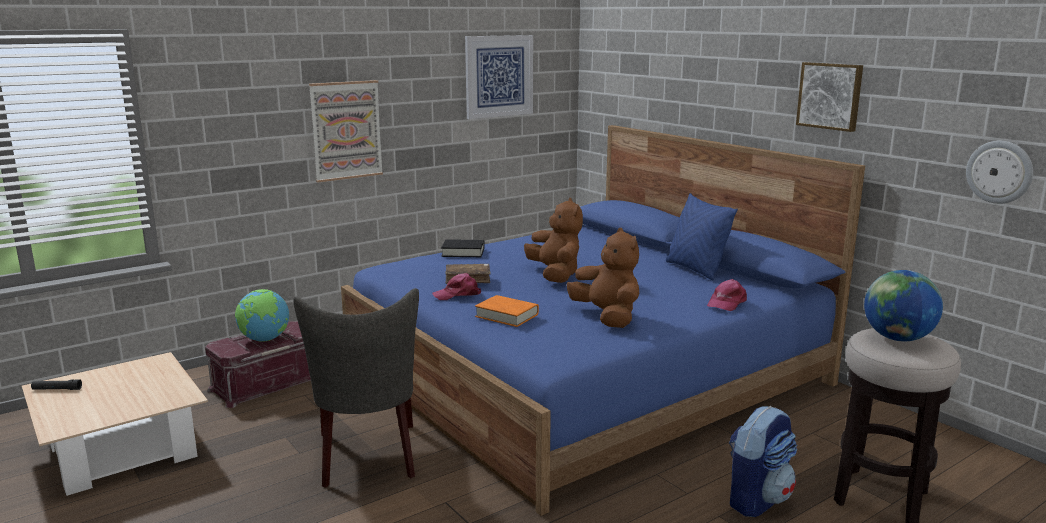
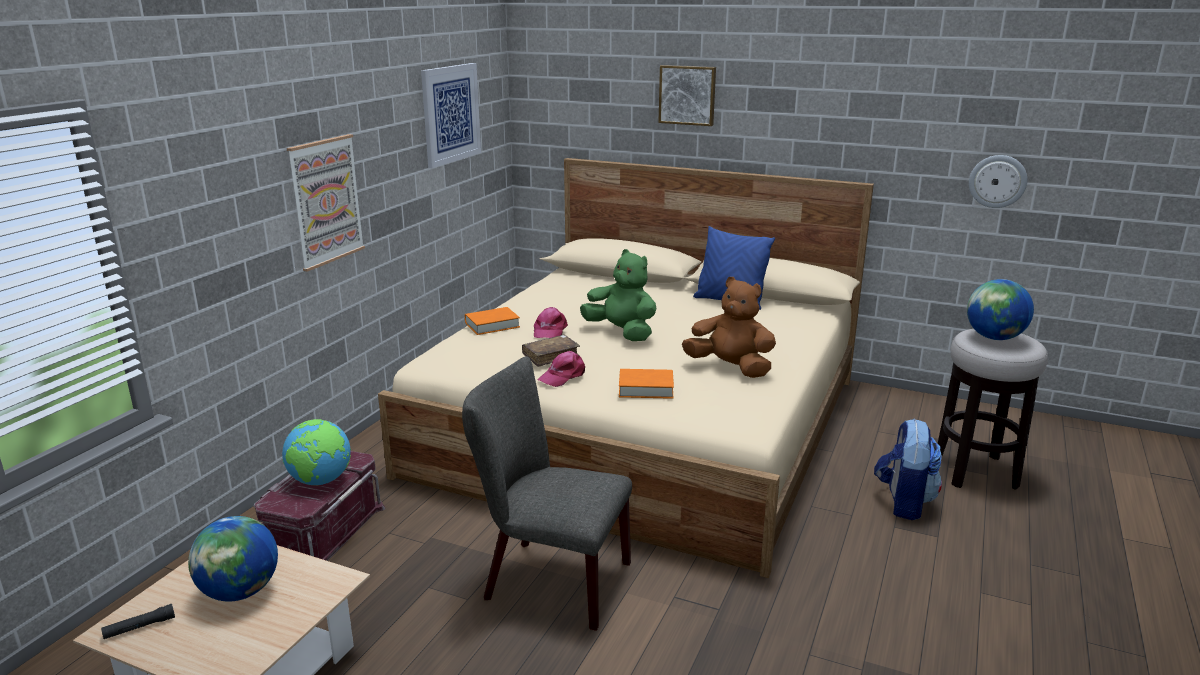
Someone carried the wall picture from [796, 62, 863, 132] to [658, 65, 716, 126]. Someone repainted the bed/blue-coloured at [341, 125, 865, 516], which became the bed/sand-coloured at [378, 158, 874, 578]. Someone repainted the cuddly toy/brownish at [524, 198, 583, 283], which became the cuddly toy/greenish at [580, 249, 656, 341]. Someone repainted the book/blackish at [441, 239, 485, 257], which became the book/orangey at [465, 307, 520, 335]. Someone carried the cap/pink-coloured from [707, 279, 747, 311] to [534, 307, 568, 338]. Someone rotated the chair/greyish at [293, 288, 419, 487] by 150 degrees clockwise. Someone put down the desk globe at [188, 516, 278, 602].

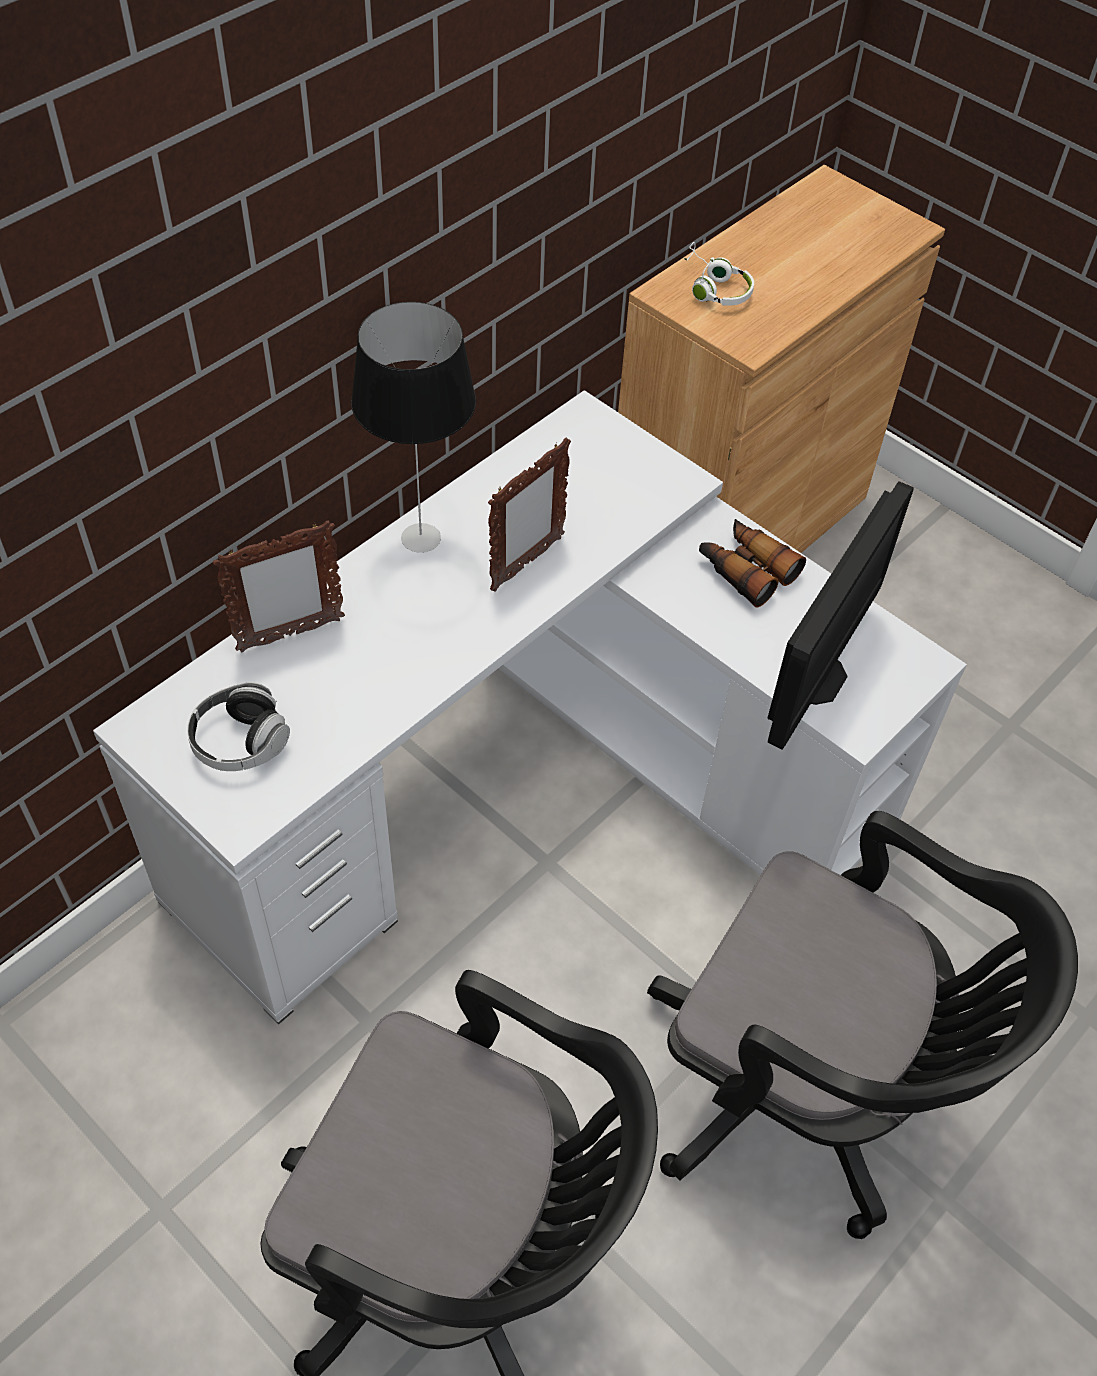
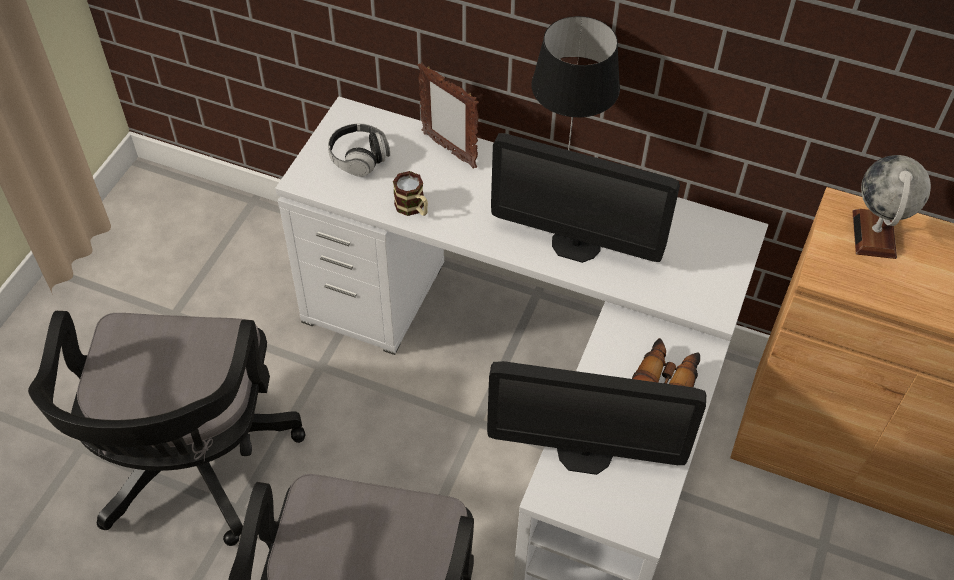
Someone swapped the headset/white-coloured at [684, 242, 754, 306] for the desk globe at [852, 155, 931, 259]. Someone swapped the picture frame at [488, 438, 571, 592] for the computer screen at [491, 133, 680, 263]. Someone put down the mug at [393, 171, 428, 216].

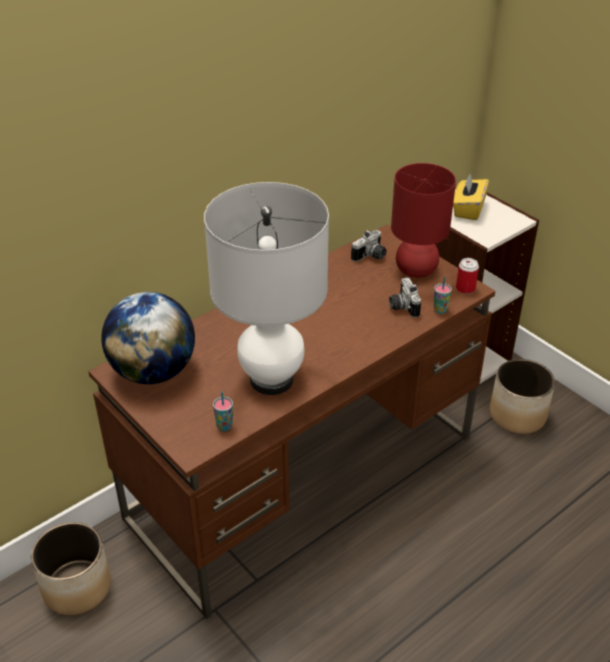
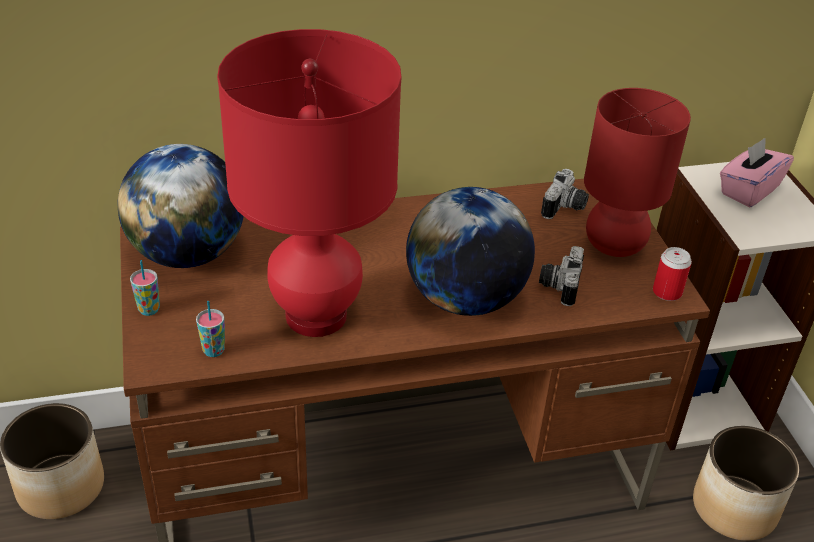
Someone repainted the tissue holder/yellowish at [453, 173, 489, 220], which became the tissue holder/pink-coloured at [720, 137, 794, 207]. Someone repainted the tabletop lamp/white-coloured at [204, 182, 329, 395], which became the tabletop lamp/red-coloured at [217, 29, 401, 337]. Someone rotated the photo camera at [351, 230, 387, 262] by 45 degrees counterclockwise. Someone carried the drinking cup from [434, 277, 452, 314] to [130, 260, 160, 316]. Someone put down the desk globe at [406, 187, 535, 316].

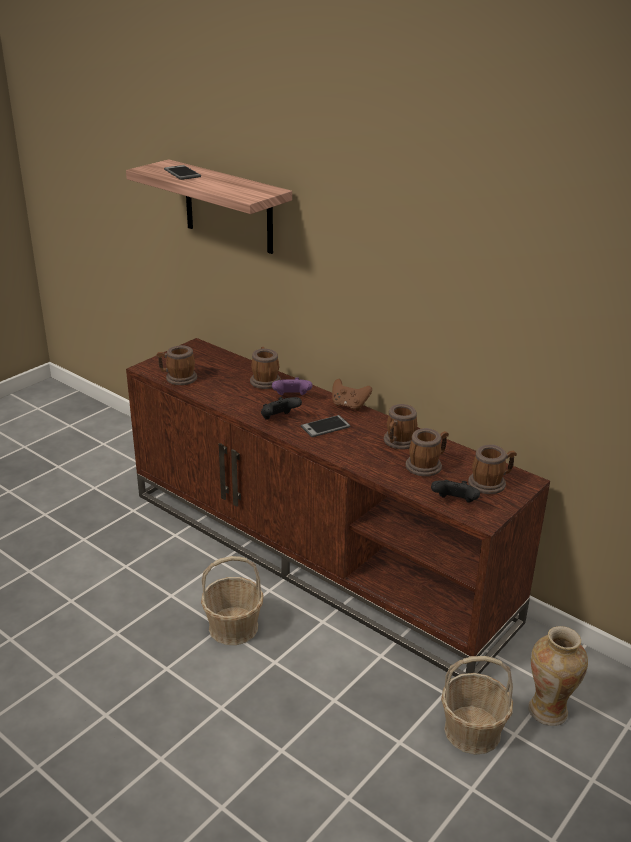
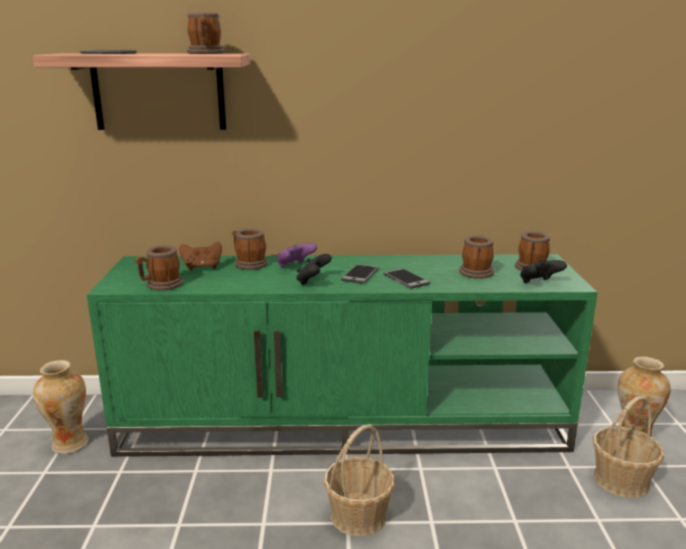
Someone repainted the media console/brownish at [126, 338, 550, 677], which became the media console/greenish at [87, 254, 598, 457]. Someone carried the joypad/brownish from [332, 379, 372, 411] to [179, 242, 222, 271]. Someone carried the mug from [384, 404, 417, 450] to [187, 12, 225, 54]. Someone put down the handset at [384, 268, 431, 289]. Someone put down the decorative vase at [33, 360, 89, 454].

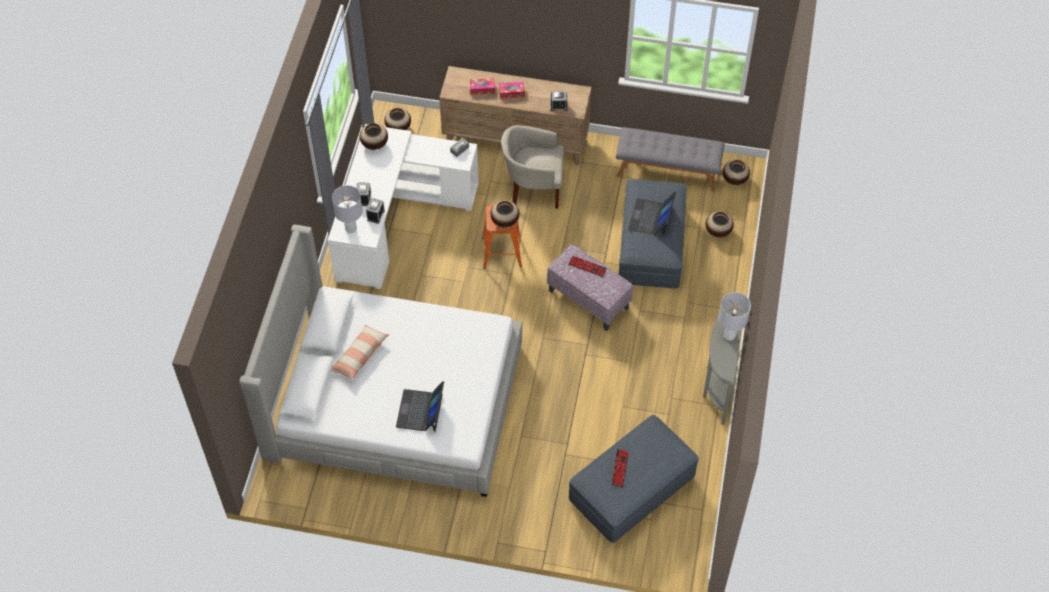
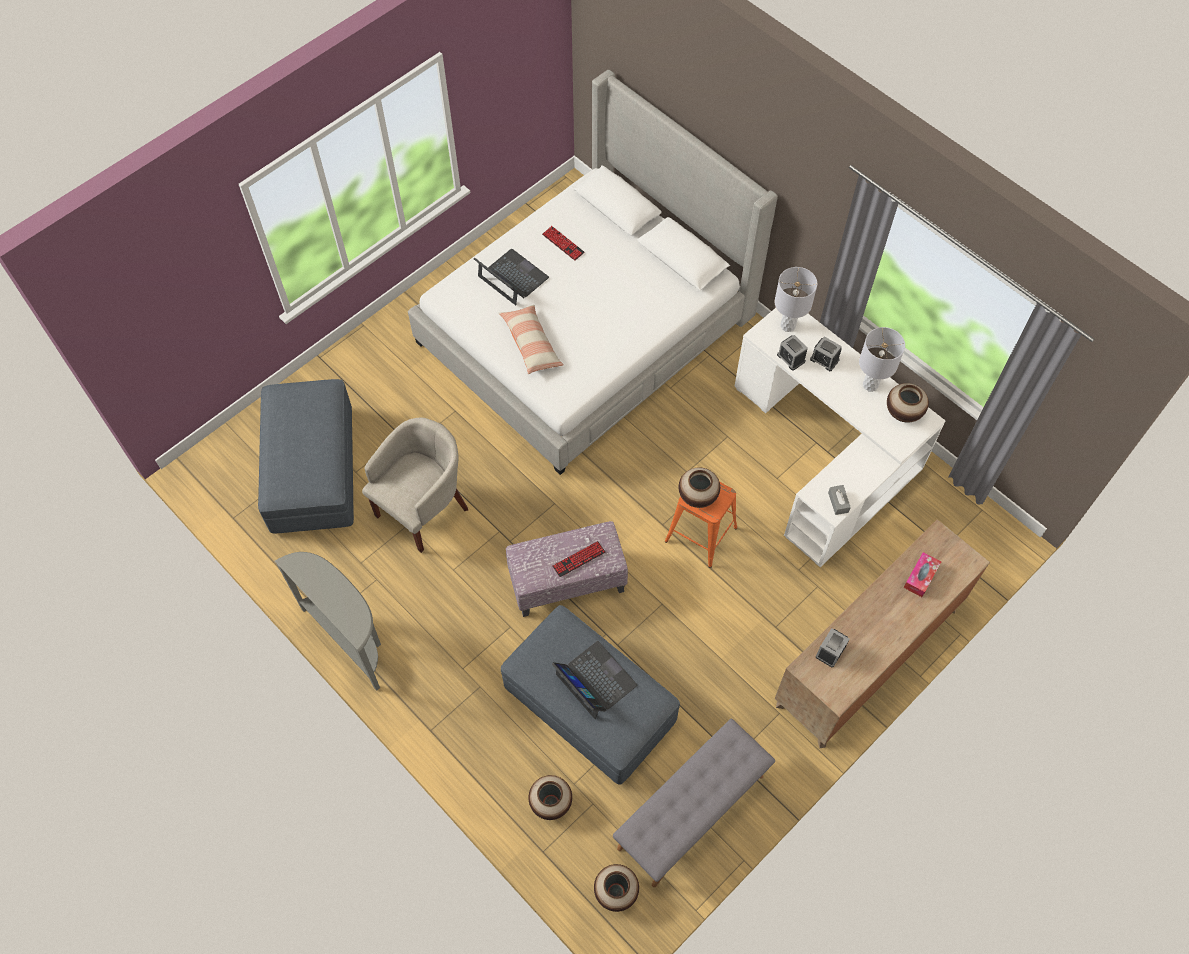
Someone took away the tissue holder at [499, 82, 525, 99]. Someone took away the decorative vase at [384, 108, 411, 130]. Someone carried the armchair/sand-coloured from [501, 125, 564, 209] to [362, 418, 468, 553]. Someone carried the tabletop lamp/greyish from [718, 292, 751, 340] to [859, 327, 905, 392]. Someone carried the throw pillow from [331, 325, 389, 381] to [499, 305, 563, 374]. Someone carried the PC keyboard from [611, 449, 628, 487] to [542, 226, 585, 261].

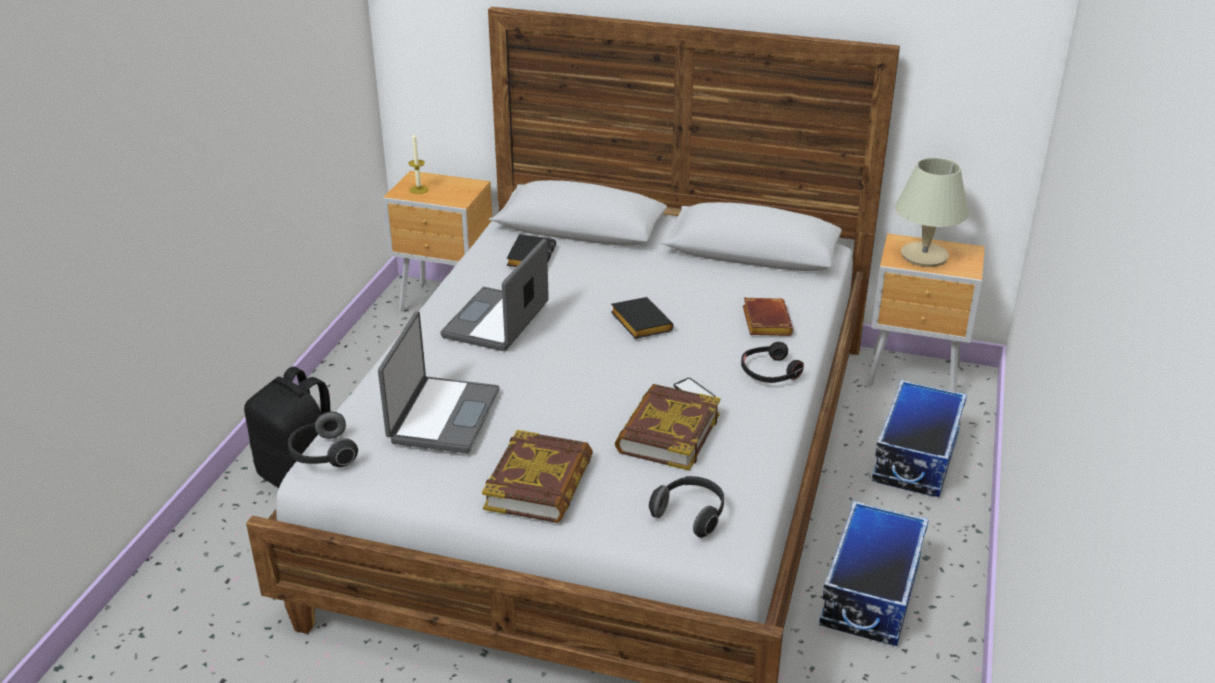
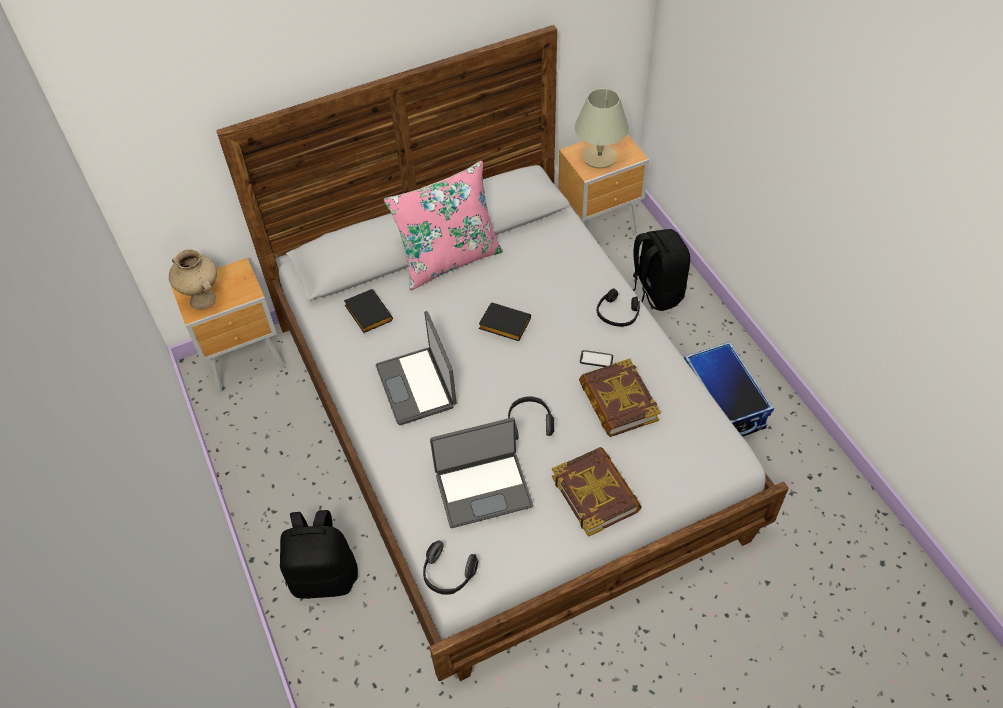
Someone swapped the wax light at [408, 133, 428, 194] for the decorative vase/sand-coloured at [169, 249, 217, 310]. Someone took away the book/brownish at [743, 298, 794, 336]. Someone rotated the notebook computer at [378, 311, 500, 453] by 105 degrees clockwise. Someone swapped the storage bin at [872, 380, 967, 497] for the backpack/blackish at [633, 229, 690, 311]. Someone carried the headset from [649, 476, 724, 538] to [508, 397, 555, 440]. Someone put down the throw pillow/pink-coloured at [384, 161, 503, 291].

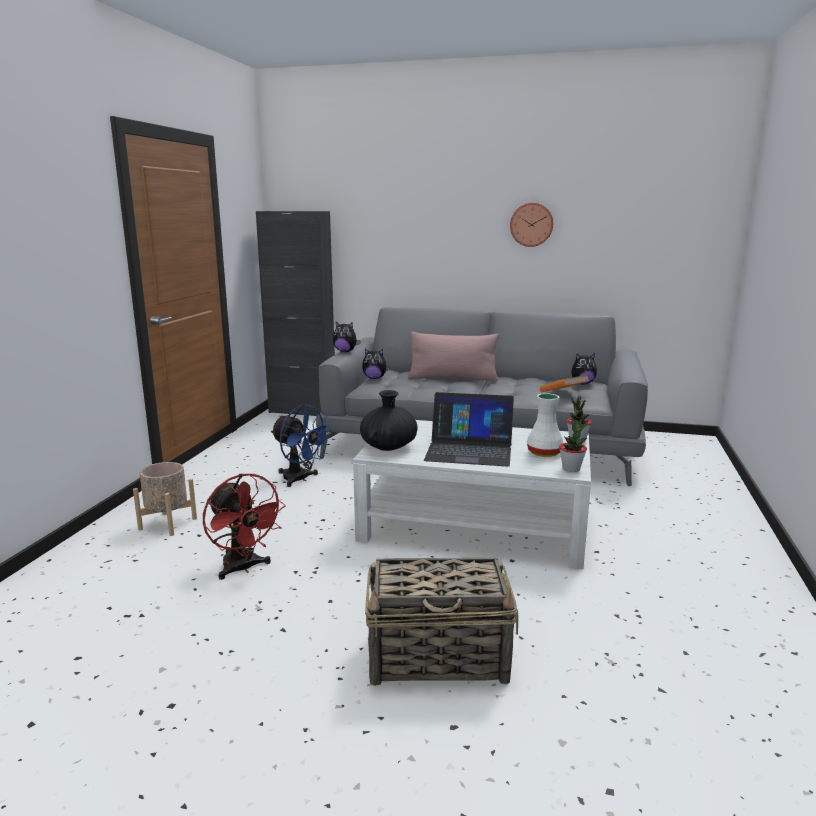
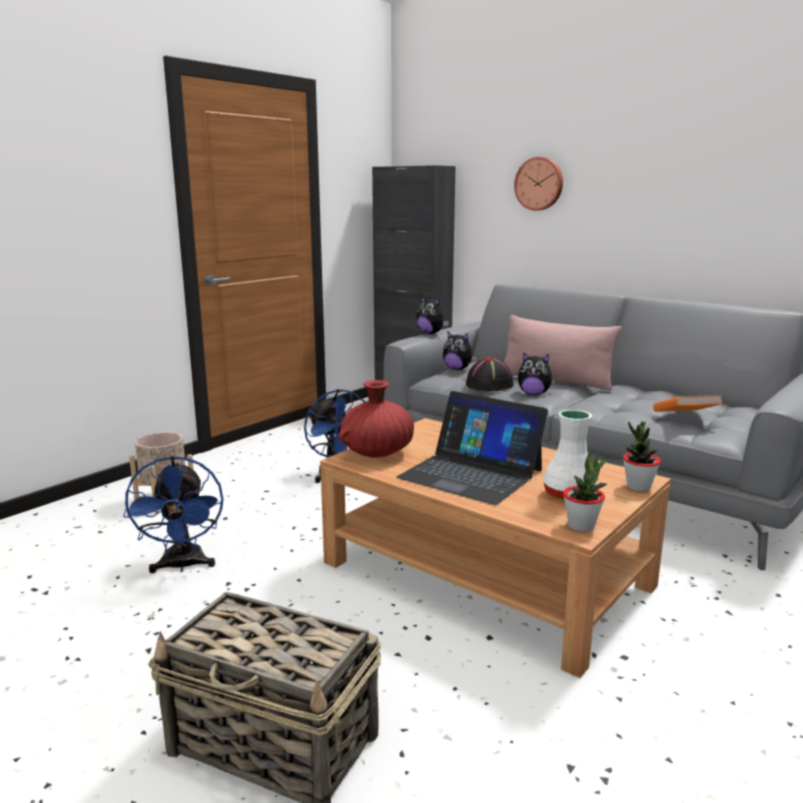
Someone carried the clock on the wall from [510, 203, 553, 247] to [514, 157, 563, 211]. Someone carried the cuddly toy from [571, 353, 597, 384] to [518, 352, 556, 395]. Someone repainted the decorative vase/blackish at [360, 390, 418, 451], which became the decorative vase/red-coloured at [338, 380, 414, 458]. Someone repainted the lounge table/white-coloured at [353, 420, 591, 569], which became the lounge table/brownish at [320, 418, 671, 678]. Someone repainted the electric fan/red-coloured at [203, 474, 286, 580], which became the electric fan/blue-coloured at [123, 456, 223, 573]. Someone put down the wearable hat/blackish at [466, 357, 514, 391].

